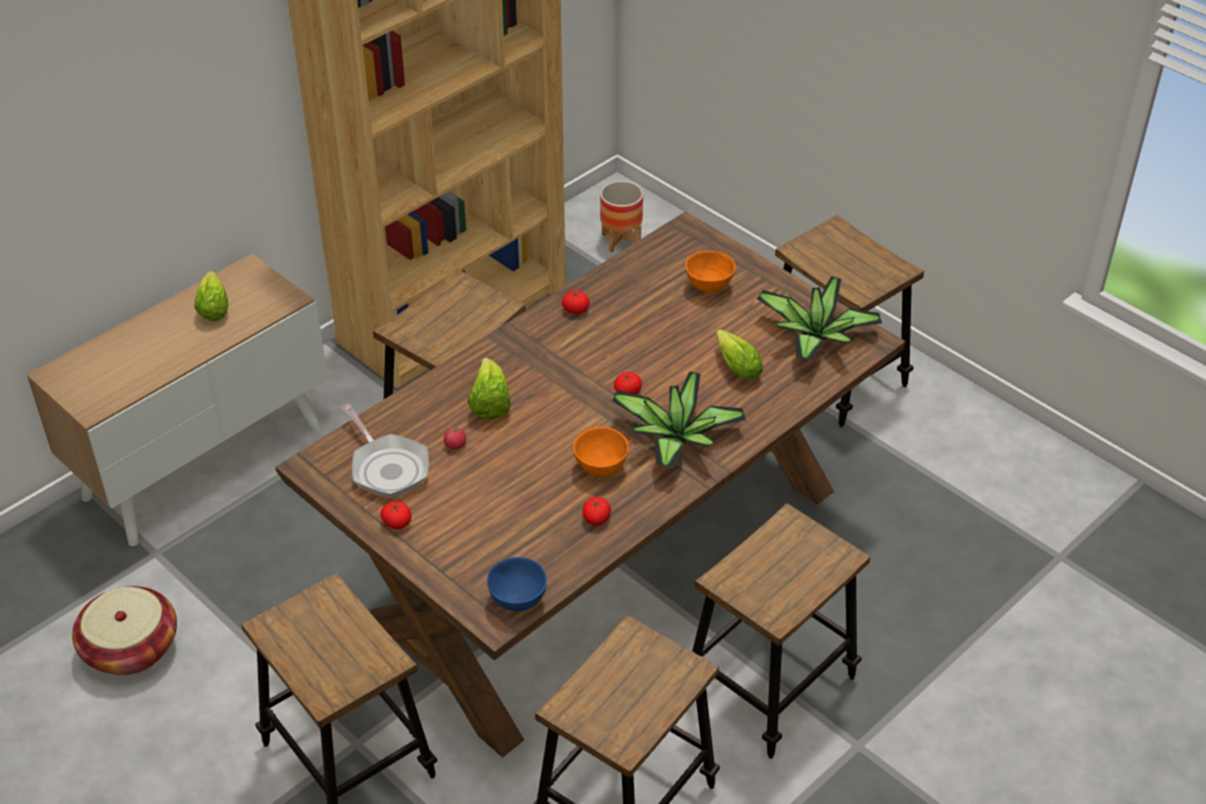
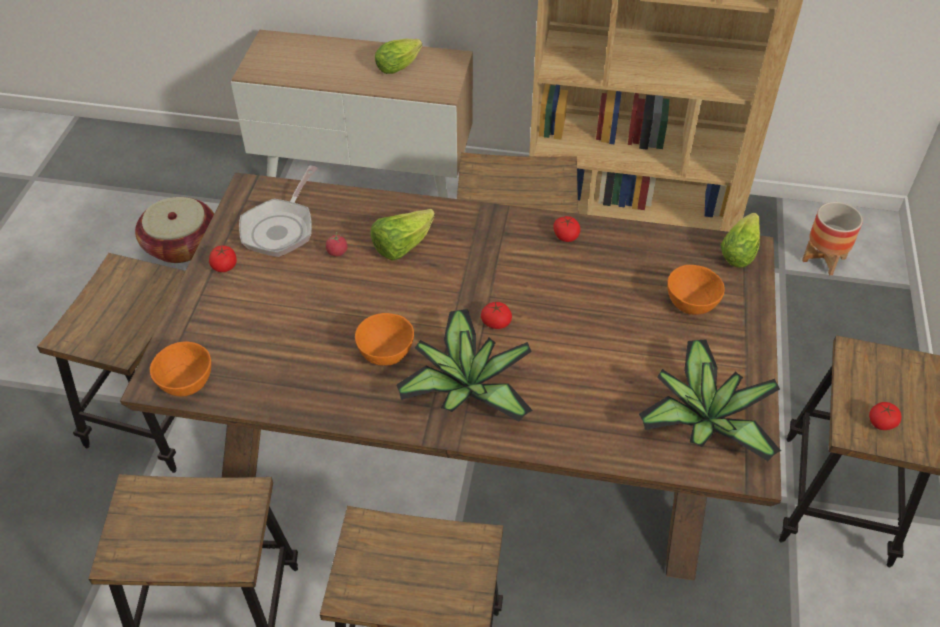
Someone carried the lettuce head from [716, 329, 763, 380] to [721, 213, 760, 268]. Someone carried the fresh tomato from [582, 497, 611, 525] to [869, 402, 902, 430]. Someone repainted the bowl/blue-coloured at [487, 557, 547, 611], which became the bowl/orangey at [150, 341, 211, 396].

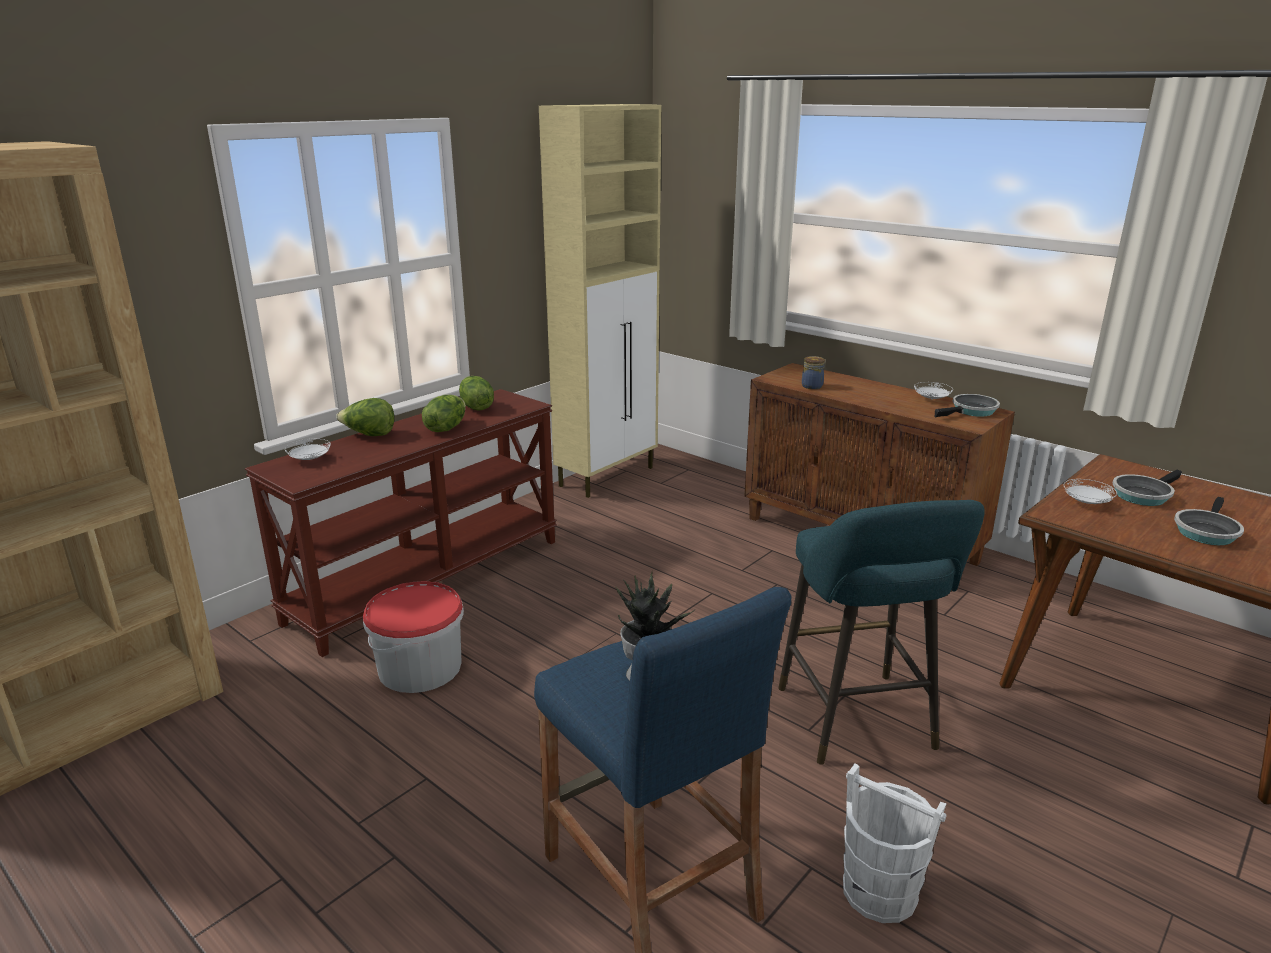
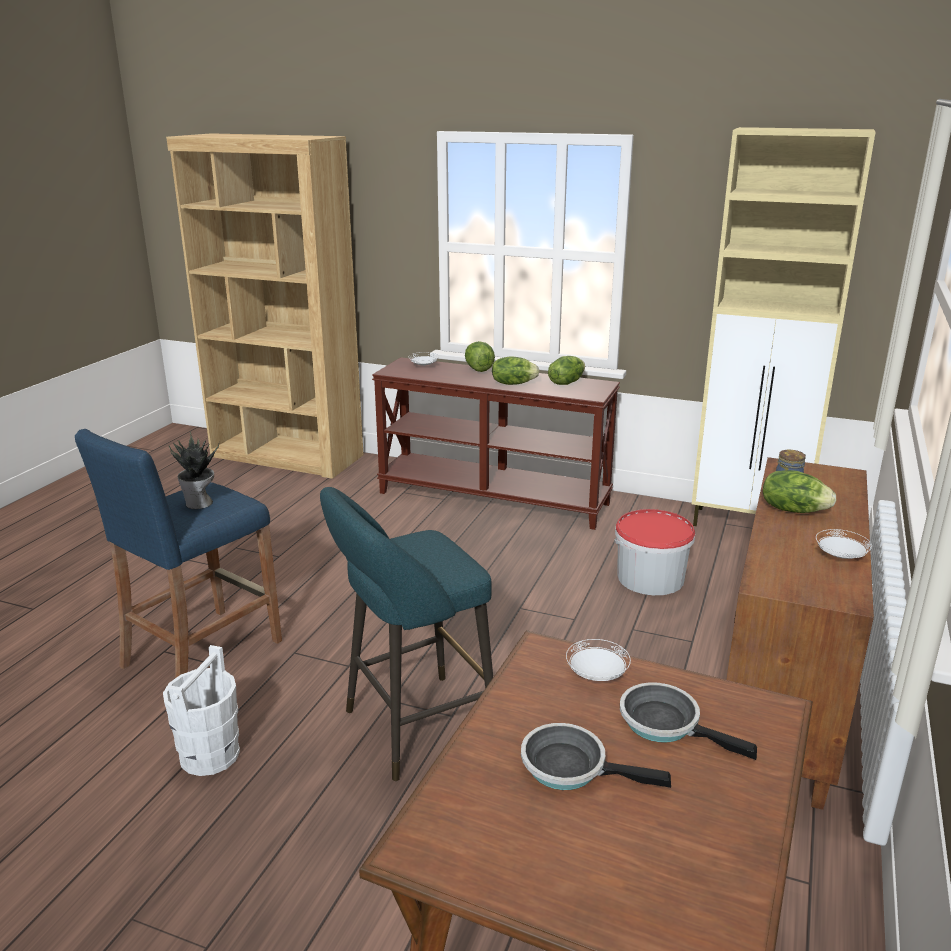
Someone took away the frying pan at [935, 394, 1000, 417]. Someone carried the water bucket from [363, 581, 464, 693] to [614, 509, 695, 595]. Someone put down the lettuce head at [763, 470, 836, 513].

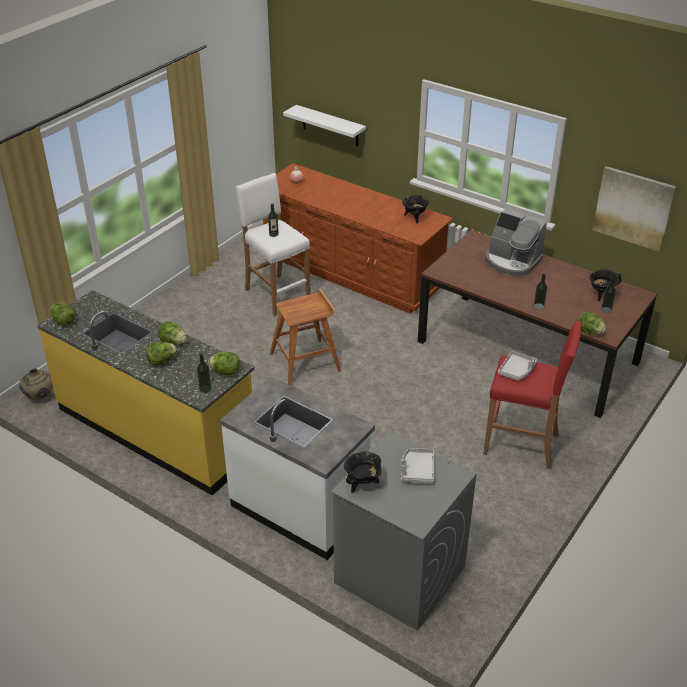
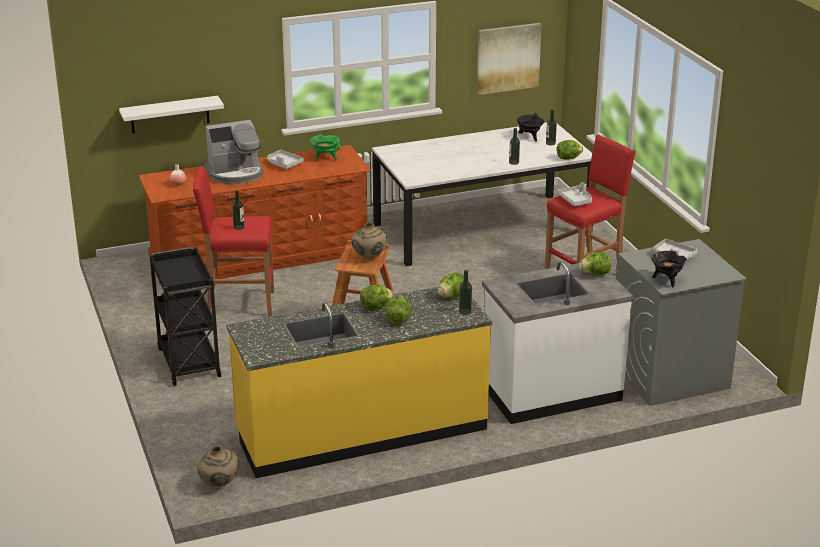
Someone repainted the stool seat/white-coloured at [235, 173, 311, 316], which became the stool seat/red-coloured at [193, 166, 274, 317]. Someone repainted the cooking pot/blackish at [402, 195, 429, 224], which became the cooking pot/greenish at [310, 134, 340, 161]. Someone carried the coffee maker from [486, 208, 547, 276] to [204, 120, 263, 184]. Someone repainted the dinner table/brownish at [418, 230, 657, 418], which became the dinner table/white-coloured at [372, 122, 596, 266]. Someone carried the lettuce head from [50, 302, 76, 326] to [579, 252, 611, 276]. Someone put down the serving tray/greyish at [267, 150, 304, 169]. Someone put down the decorative vase/sand-coloured at [351, 223, 387, 259]. Someone put down the trolley/blackish at [149, 247, 221, 386].

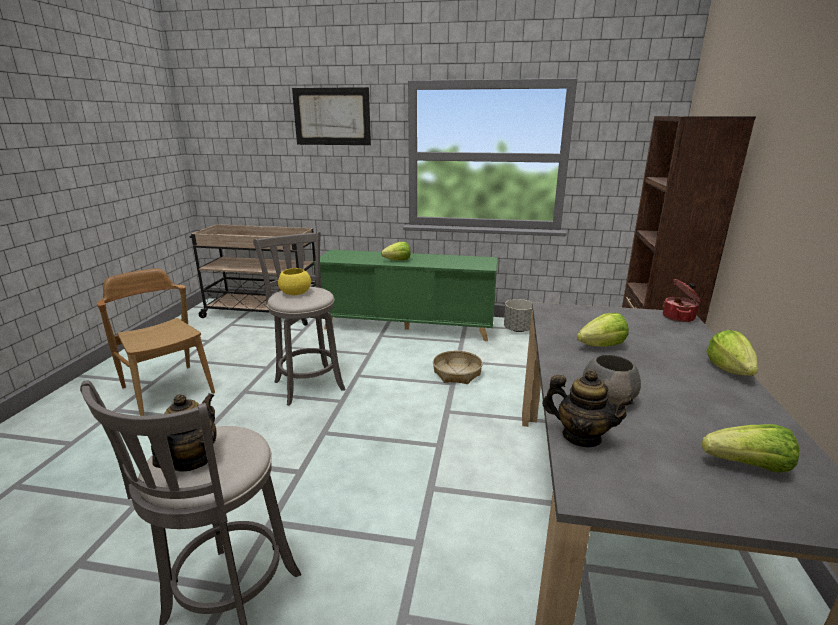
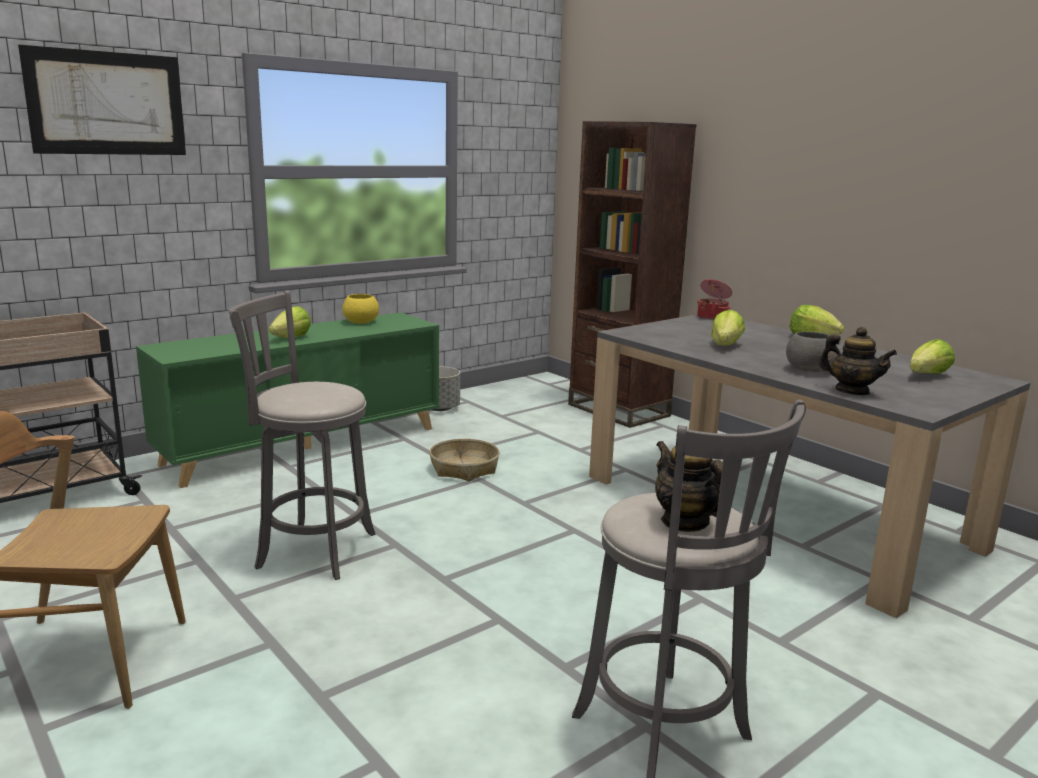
Someone carried the bowl/yellowish from [278, 268, 311, 295] to [342, 294, 379, 324]. Someone rotated the tea pot at [542, 370, 634, 447] by 60 degrees clockwise.

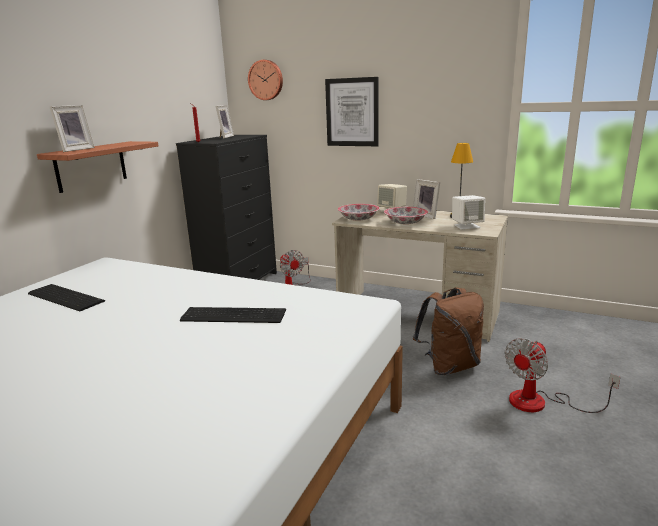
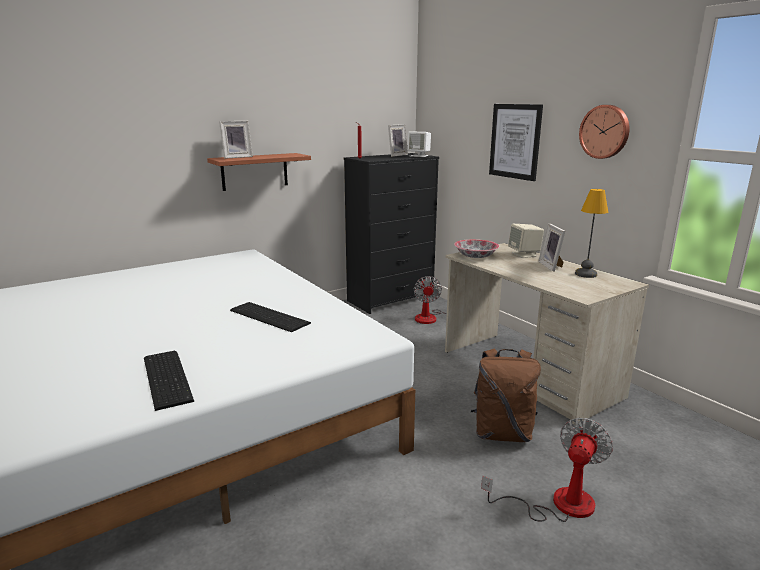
Someone carried the clock on the wall from [248, 60, 283, 100] to [579, 105, 629, 159]. Someone carried the audio speaker/white-coloured from [452, 195, 485, 230] to [407, 131, 431, 157]. Someone took away the bowl at [384, 207, 428, 224]. Someone carried the PC keyboard from [28, 284, 105, 311] to [144, 351, 194, 411]. Someone rotated the electric fan at [505, 338, 620, 413] by 135 degrees clockwise.

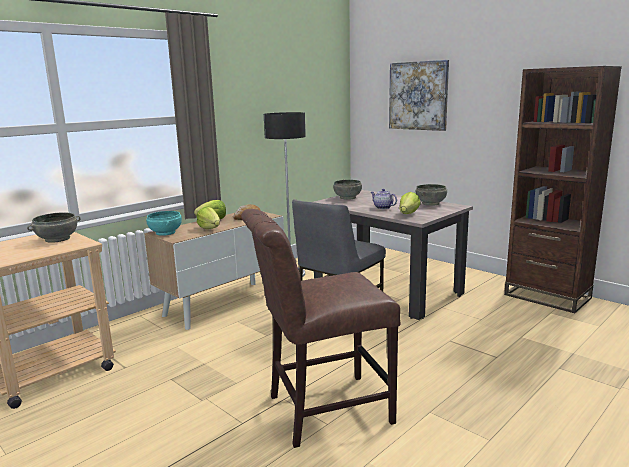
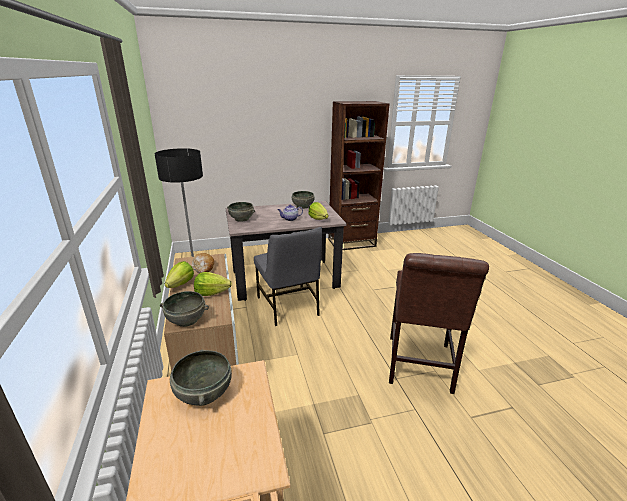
Someone took away the wall picture at [389, 60, 449, 131]. Someone repainted the bowl/turquoise-coloured at [146, 211, 182, 236], which became the bowl/greyish at [160, 291, 209, 327].

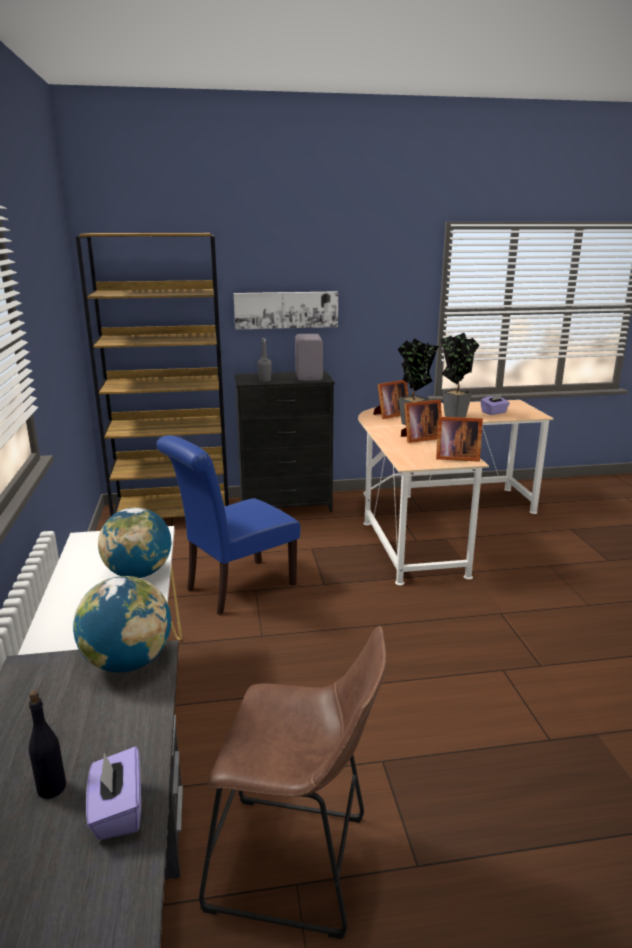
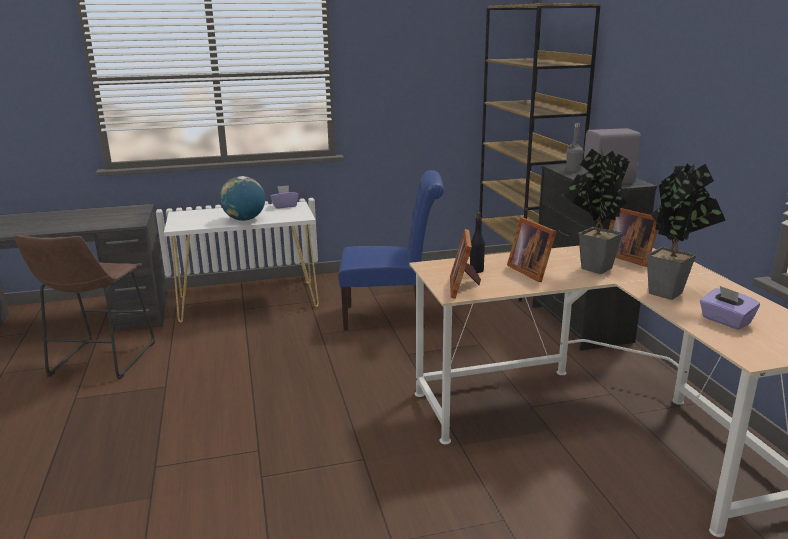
Someone took away the wall picture at [234, 291, 338, 330]. Someone rotated the chair/blue-coloured at [156, 435, 300, 615] by 135 degrees clockwise. Someone took away the desk globe at [73, 576, 171, 672]. Someone carried the bottle/blackish from [29, 691, 66, 799] to [470, 212, 485, 273]. Someone carried the tissue holder/purplish from [86, 747, 141, 840] to [270, 185, 299, 209].

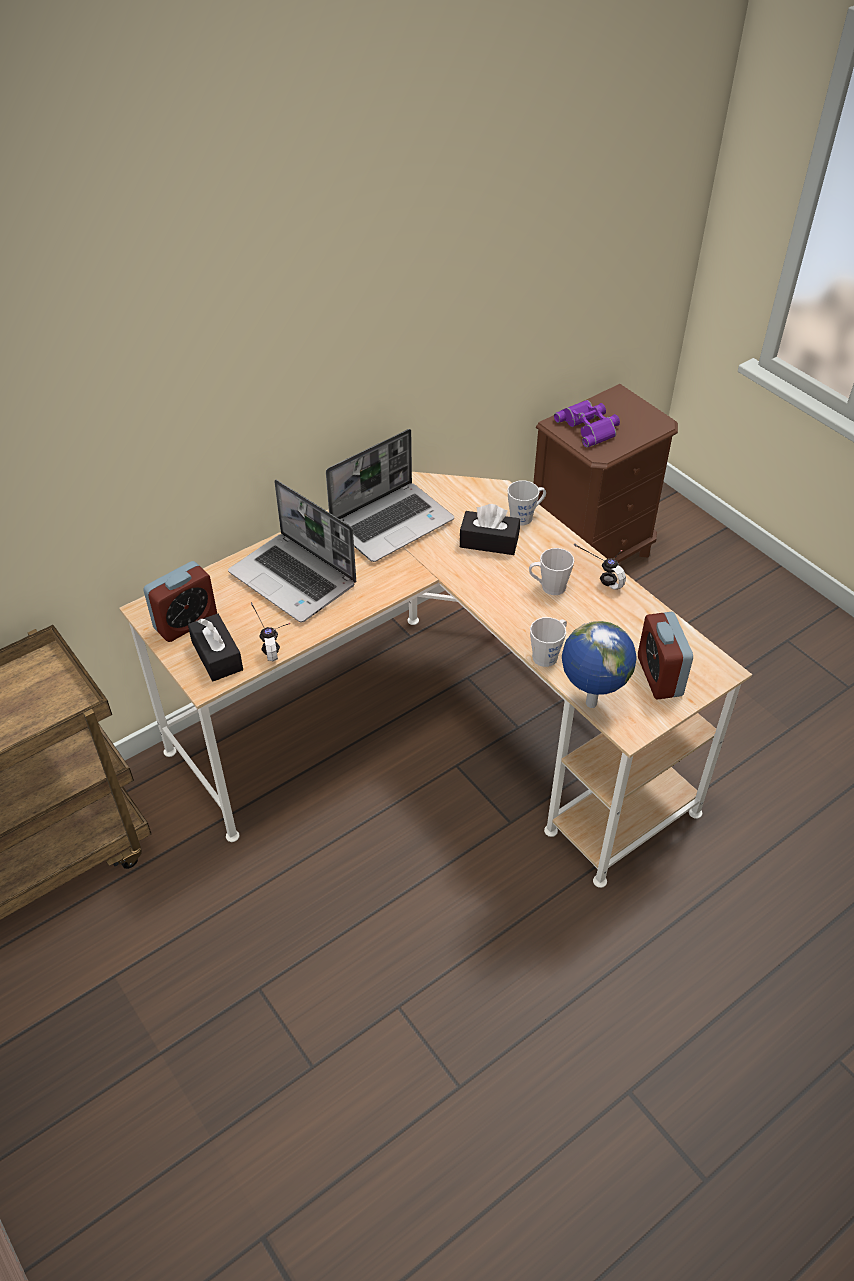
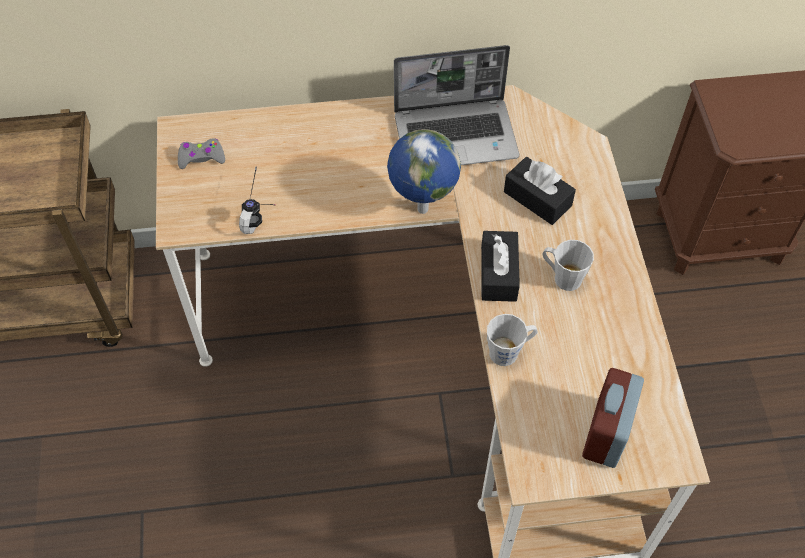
Someone took away the pair of binoculars/purplish at [554, 400, 620, 447]. Someone took away the notebook computer at [228, 480, 356, 623]. Someone took away the mug/greyish at [507, 481, 546, 525]. Someone took away the headset at [574, 544, 626, 590]. Someone swapped the table clock at [143, 561, 217, 642] for the joypad/greyish at [178, 138, 225, 169]. Someone carried the tissue holder/blackish from [188, 613, 243, 681] to [481, 231, 520, 302]. Someone carried the desk globe from [562, 621, 637, 708] to [387, 129, 461, 214].

